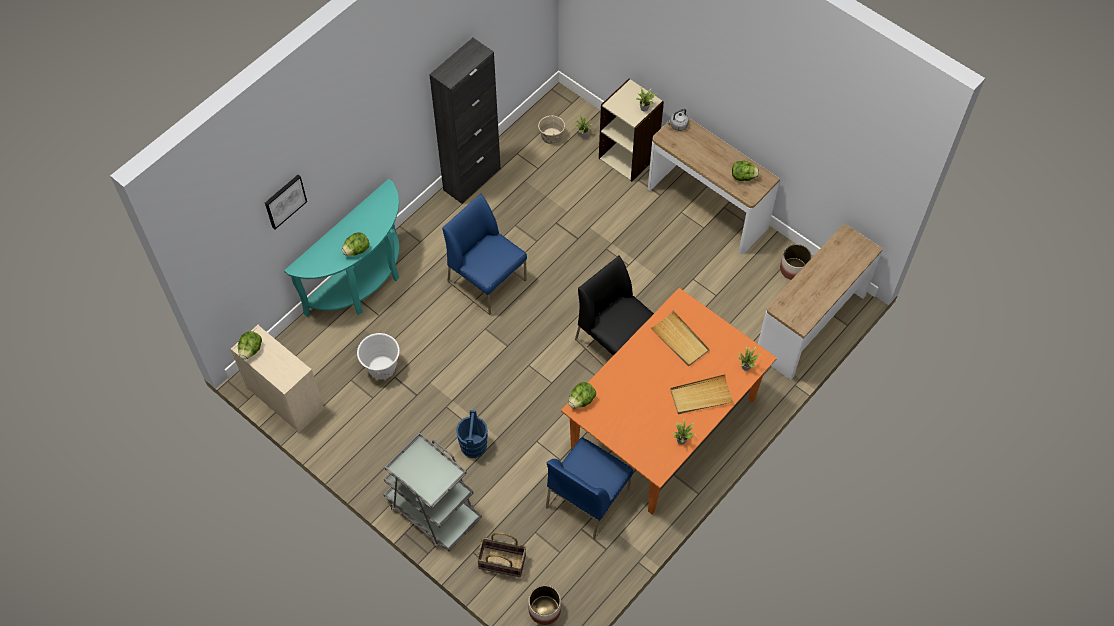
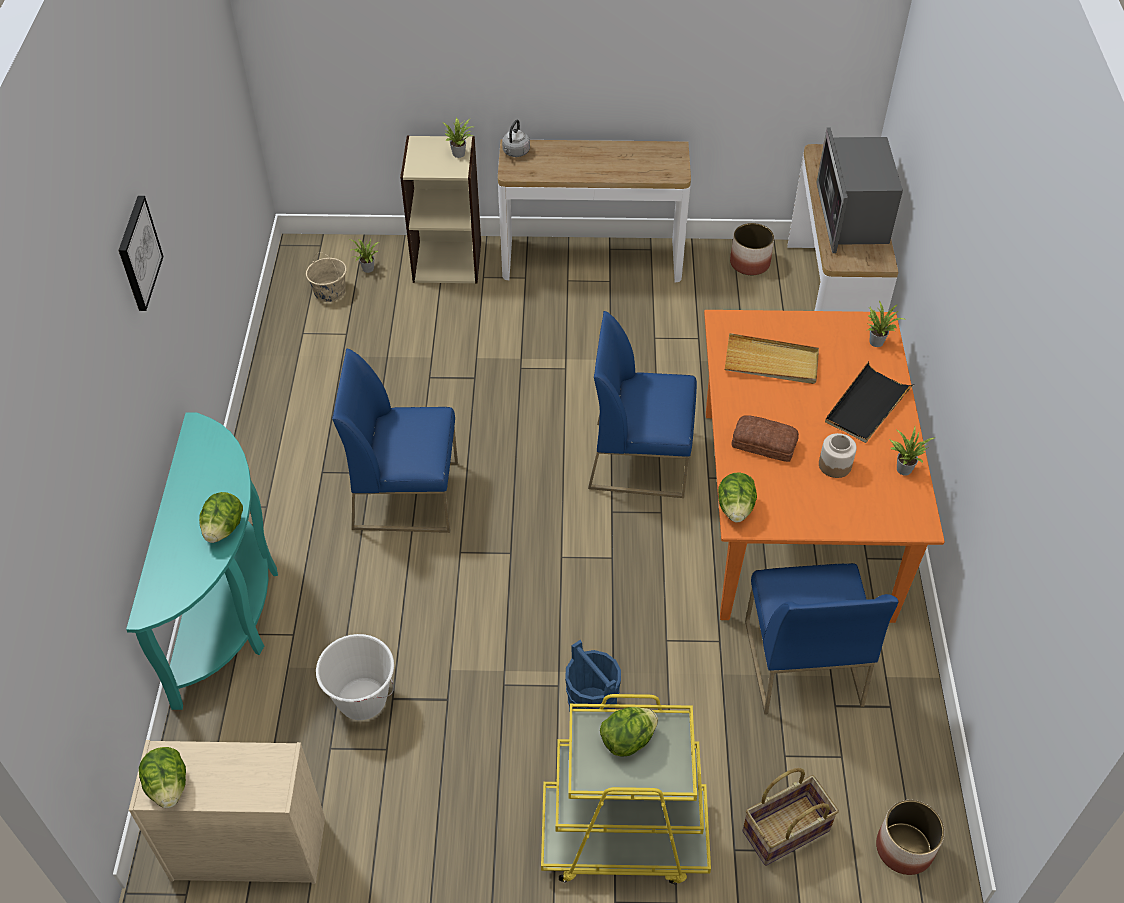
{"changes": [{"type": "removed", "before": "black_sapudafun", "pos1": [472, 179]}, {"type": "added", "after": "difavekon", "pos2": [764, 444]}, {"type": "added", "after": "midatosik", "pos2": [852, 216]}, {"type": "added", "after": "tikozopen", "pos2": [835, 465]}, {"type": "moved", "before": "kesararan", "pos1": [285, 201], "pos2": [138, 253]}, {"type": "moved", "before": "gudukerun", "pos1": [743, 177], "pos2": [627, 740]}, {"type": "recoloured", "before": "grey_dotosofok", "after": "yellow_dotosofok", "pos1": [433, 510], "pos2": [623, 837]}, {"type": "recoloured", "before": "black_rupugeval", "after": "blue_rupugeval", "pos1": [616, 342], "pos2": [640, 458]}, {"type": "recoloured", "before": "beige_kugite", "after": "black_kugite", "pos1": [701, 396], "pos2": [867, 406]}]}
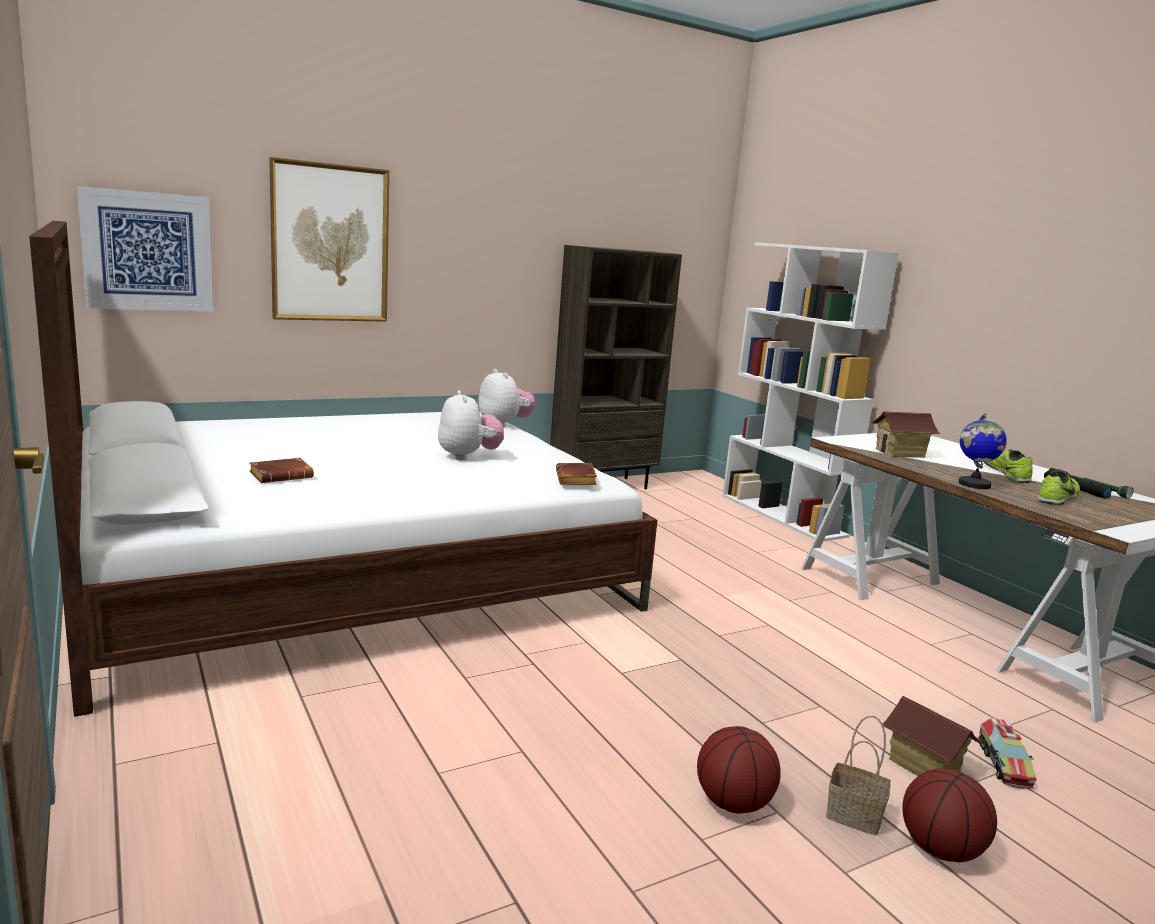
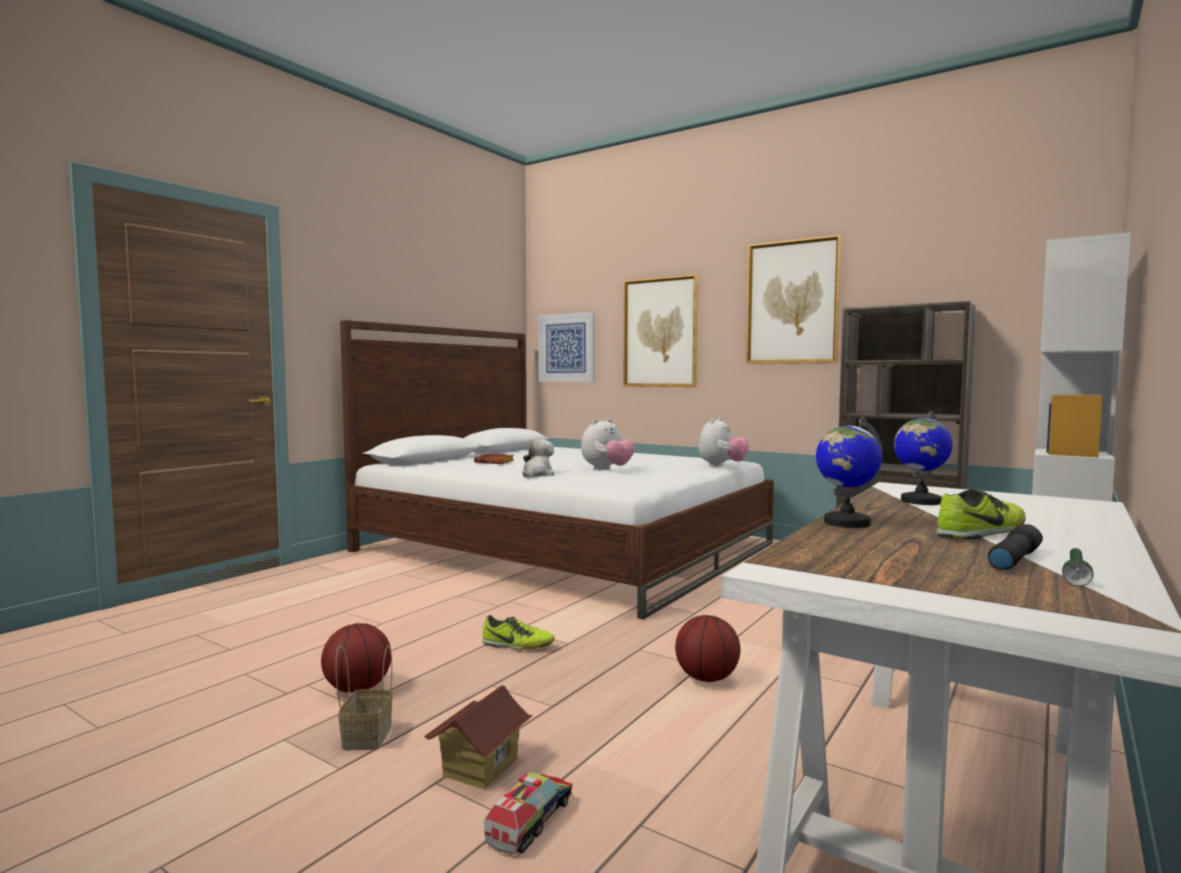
{"changes": [{"type": "removed", "before": "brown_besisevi", "pos1": [577, 480]}, {"type": "added", "after": "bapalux", "pos2": [537, 474]}, {"type": "added", "after": "kesararan", "pos2": [792, 302]}, {"type": "moved", "before": "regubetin", "pos1": [941, 850], "pos2": [707, 679]}, {"type": "moved", "before": "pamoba", "pos1": [1057, 498], "pos2": [517, 646]}, {"type": "replaced", "before": "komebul", "after": "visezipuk", "pos1": [900, 453], "pos2": [920, 501]}, {"type": "turned", "before": "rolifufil", "pos1": [1004, 764], "pos2": [530, 820], "turn": 135}]}
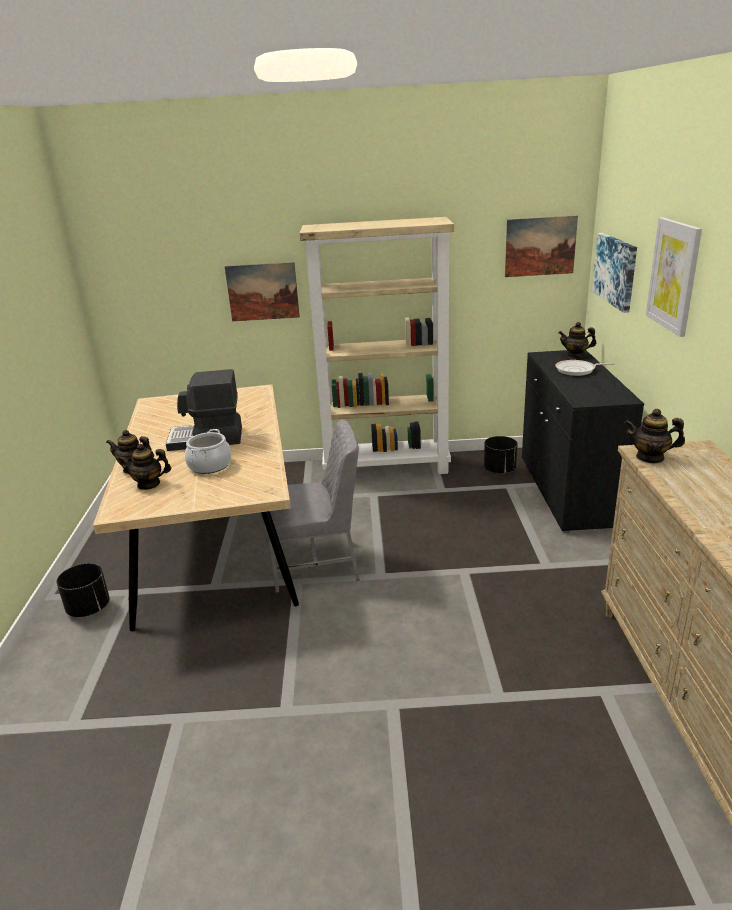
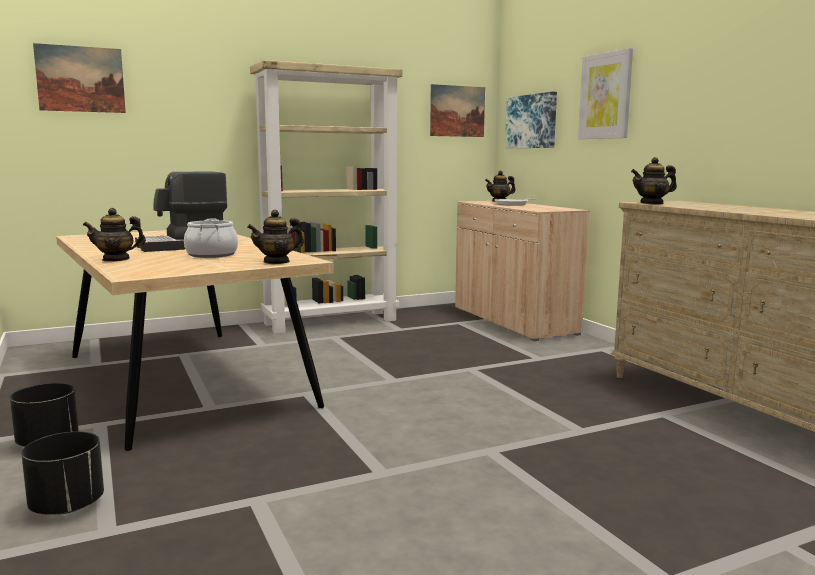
{"changes": [{"type": "removed", "before": "grey_rupugeval", "pos1": [317, 565]}, {"type": "moved", "before": "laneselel", "pos1": [149, 484], "pos2": [277, 262]}, {"type": "moved", "before": "kesararan", "pos1": [262, 292], "pos2": [80, 79]}, {"type": "moved", "before": "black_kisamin", "pos1": [500, 470], "pos2": [68, 506]}, {"type": "recoloured", "before": "black_sapudafun", "after": "beige_sapudafun", "pos1": [568, 491], "pos2": [513, 321]}]}
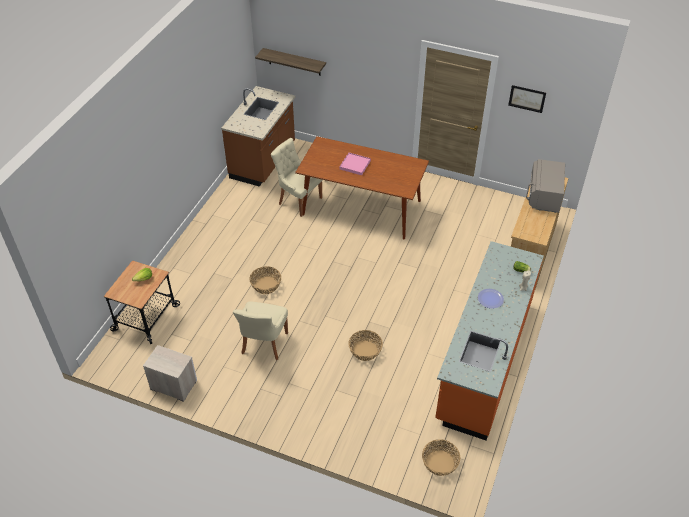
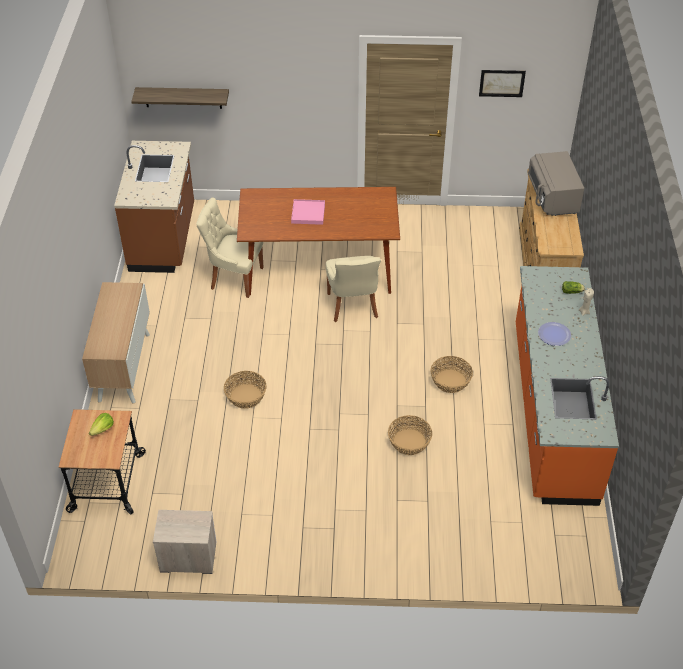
{"changes": [{"type": "added", "after": "sapudafun", "pos2": [123, 366]}, {"type": "moved", "before": "beige_rupugeval", "pos1": [263, 344], "pos2": [353, 307]}, {"type": "moved", "before": "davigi", "pos1": [440, 463], "pos2": [450, 381]}]}
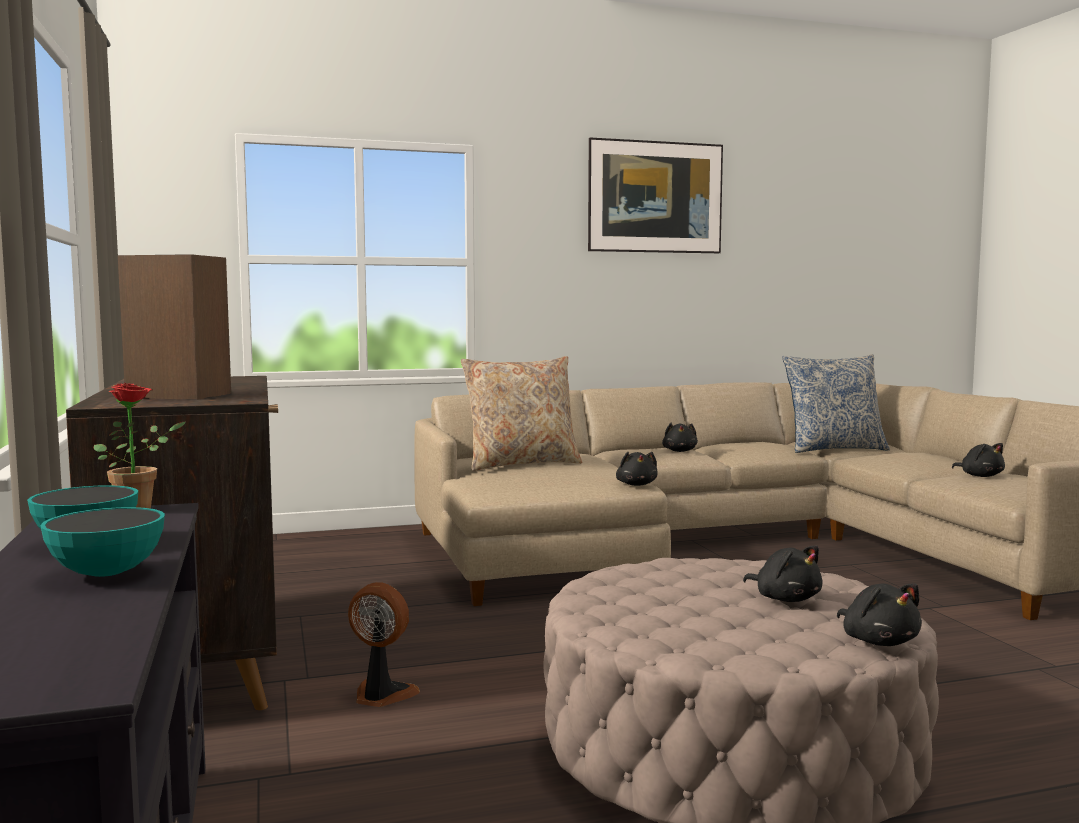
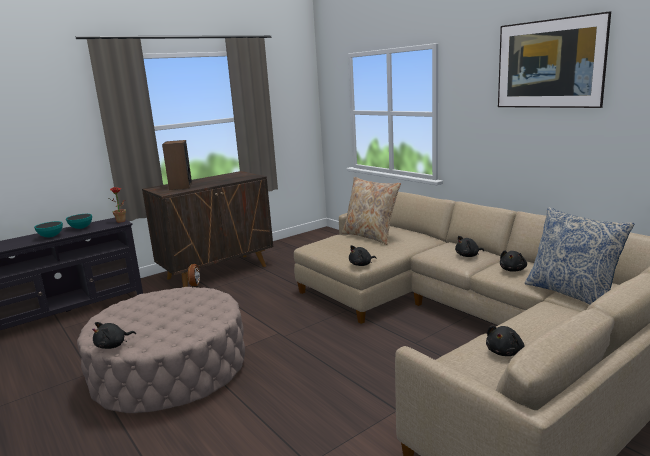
{"changes": [{"type": "moved", "before": "black_bapalux", "pos1": [785, 598], "pos2": [513, 270]}]}
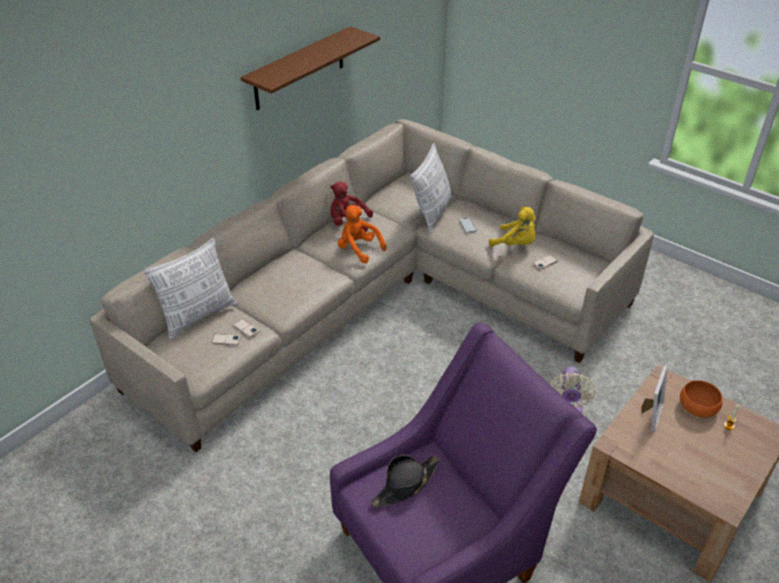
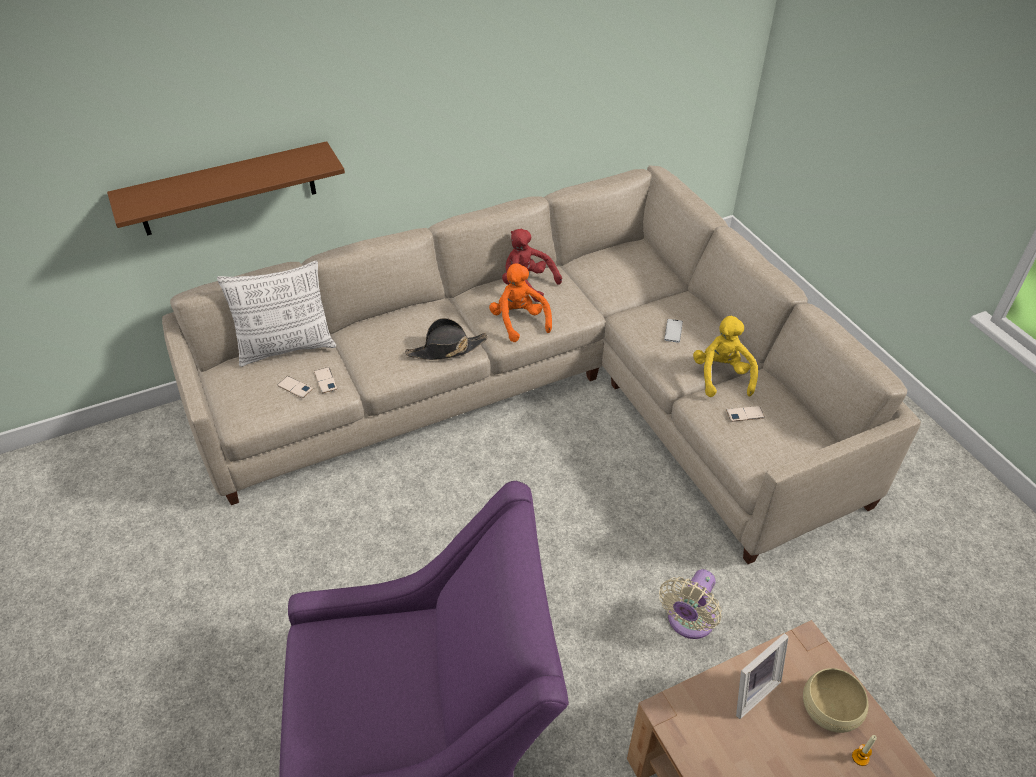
{"changes": [{"type": "removed", "before": "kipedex", "pos1": [432, 213]}, {"type": "moved", "before": "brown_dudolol", "pos1": [299, 69], "pos2": [227, 189]}, {"type": "moved", "before": "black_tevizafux", "pos1": [405, 485], "pos2": [446, 349]}, {"type": "recoloured", "before": "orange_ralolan", "after": "beige_ralolan", "pos1": [697, 407], "pos2": [830, 708]}, {"type": "turned", "before": "yellow_bapalux", "pos1": [515, 244], "pos2": [721, 376], "turn": -150}]}
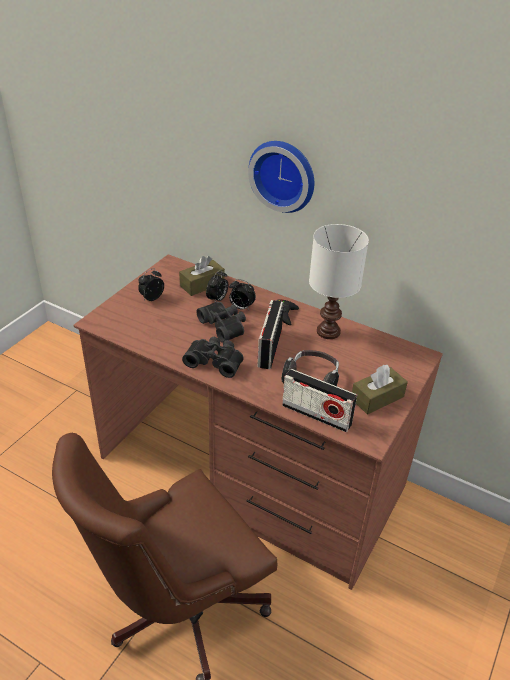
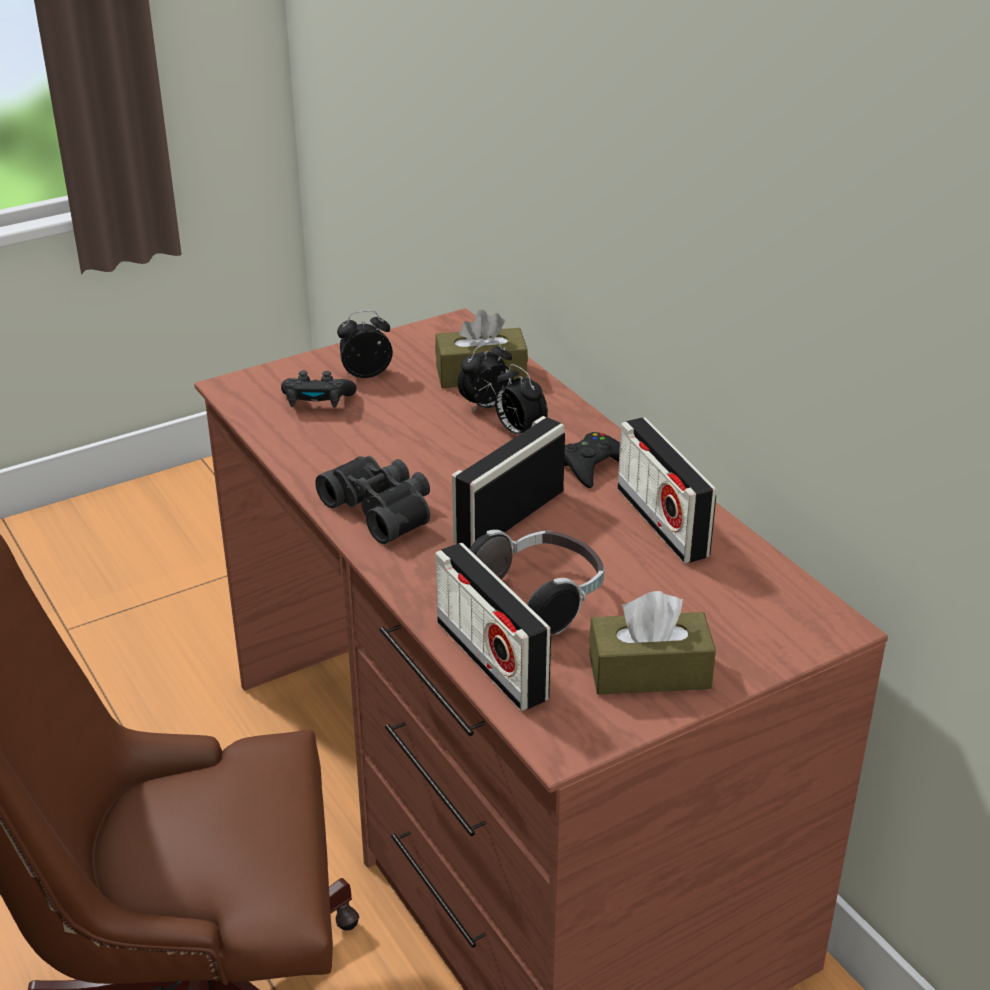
{"changes": [{"type": "removed", "before": "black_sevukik", "pos1": [224, 326]}, {"type": "removed", "before": "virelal", "pos1": [284, 175]}, {"type": "added", "after": "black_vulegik", "pos2": [317, 403]}, {"type": "replaced", "before": "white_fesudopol", "after": "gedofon", "pos1": [329, 331], "pos2": [662, 522]}]}
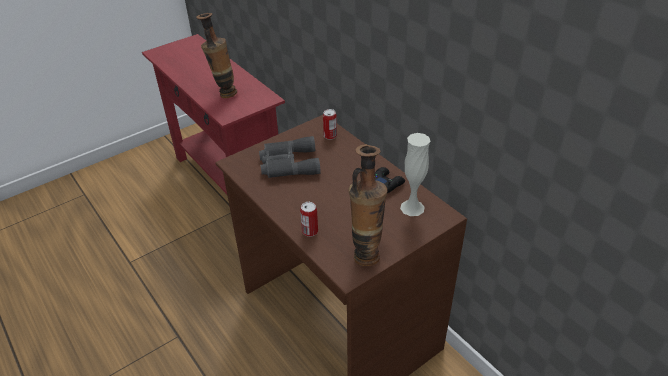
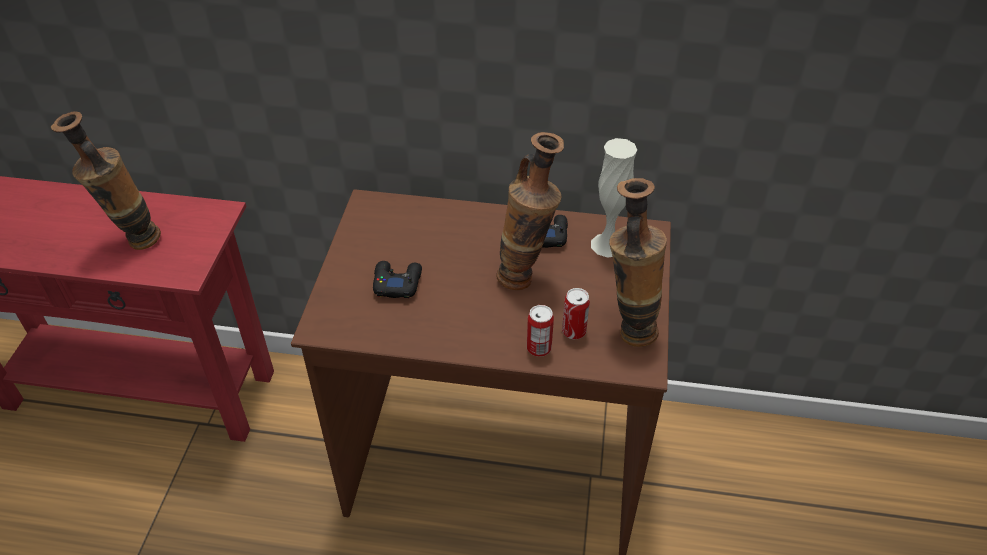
{"changes": [{"type": "added", "after": "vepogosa", "pos2": [526, 277]}, {"type": "moved", "before": "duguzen", "pos1": [330, 136], "pos2": [574, 331]}, {"type": "replaced", "before": "grey_sevukik", "after": "black_vulegik", "pos1": [287, 163], "pos2": [397, 283]}]}
